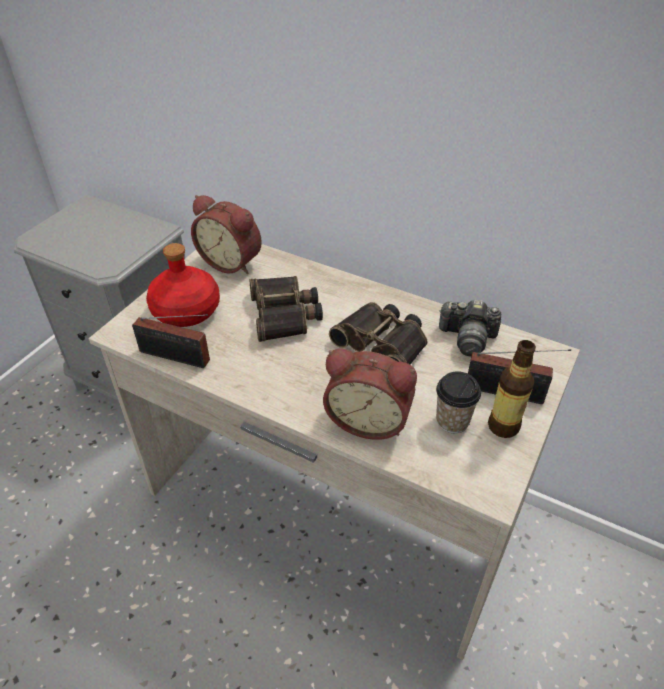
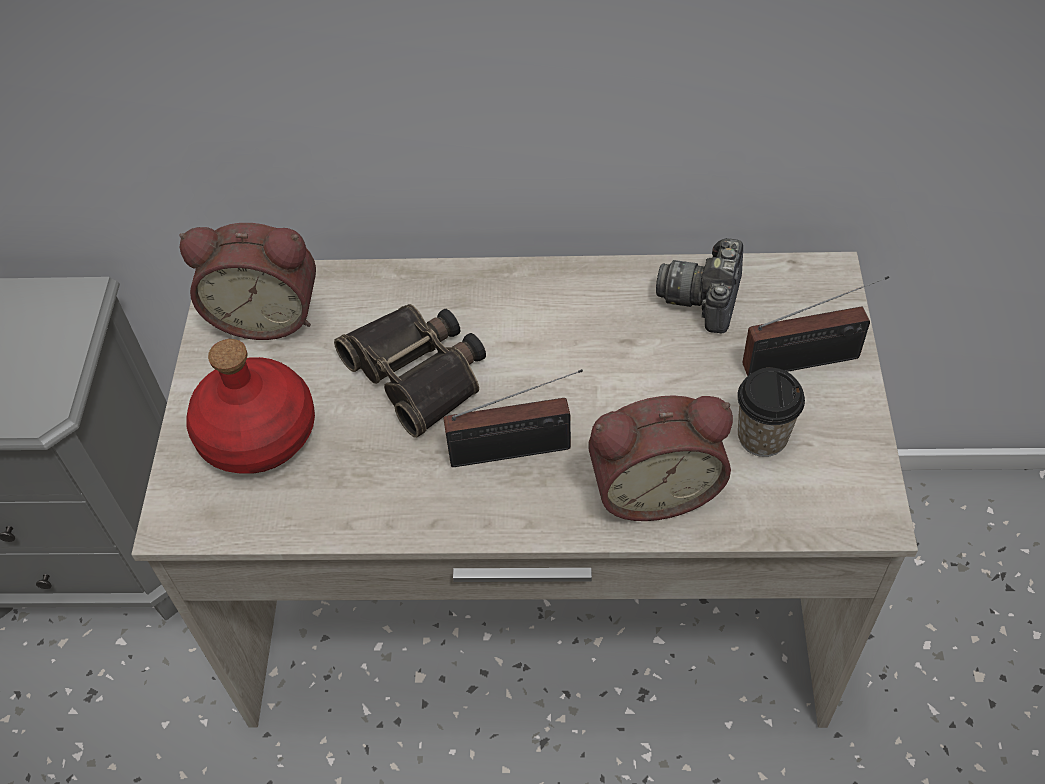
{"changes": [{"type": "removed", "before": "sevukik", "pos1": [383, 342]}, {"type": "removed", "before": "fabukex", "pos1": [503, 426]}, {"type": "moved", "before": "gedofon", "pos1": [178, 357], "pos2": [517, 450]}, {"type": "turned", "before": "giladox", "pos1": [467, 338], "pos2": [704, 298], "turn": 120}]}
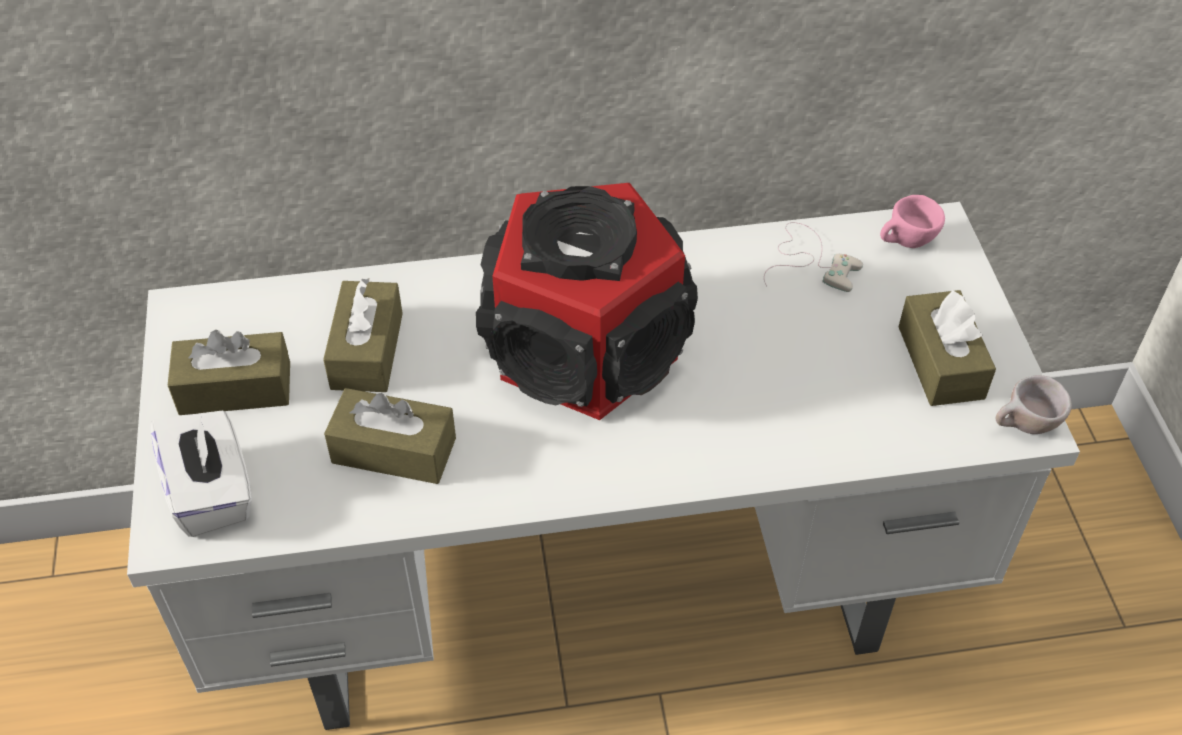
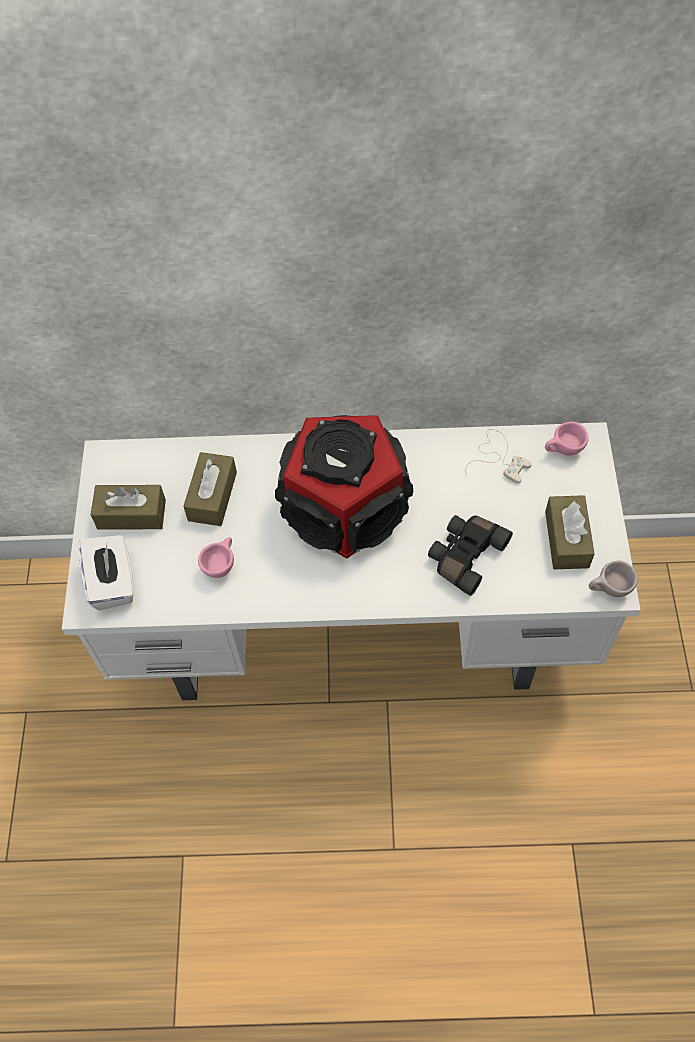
{"changes": [{"type": "added", "after": "black_sevukik", "pos2": [465, 555]}, {"type": "replaced", "before": "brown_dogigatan", "after": "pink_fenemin", "pos1": [394, 450], "pos2": [221, 566]}]}
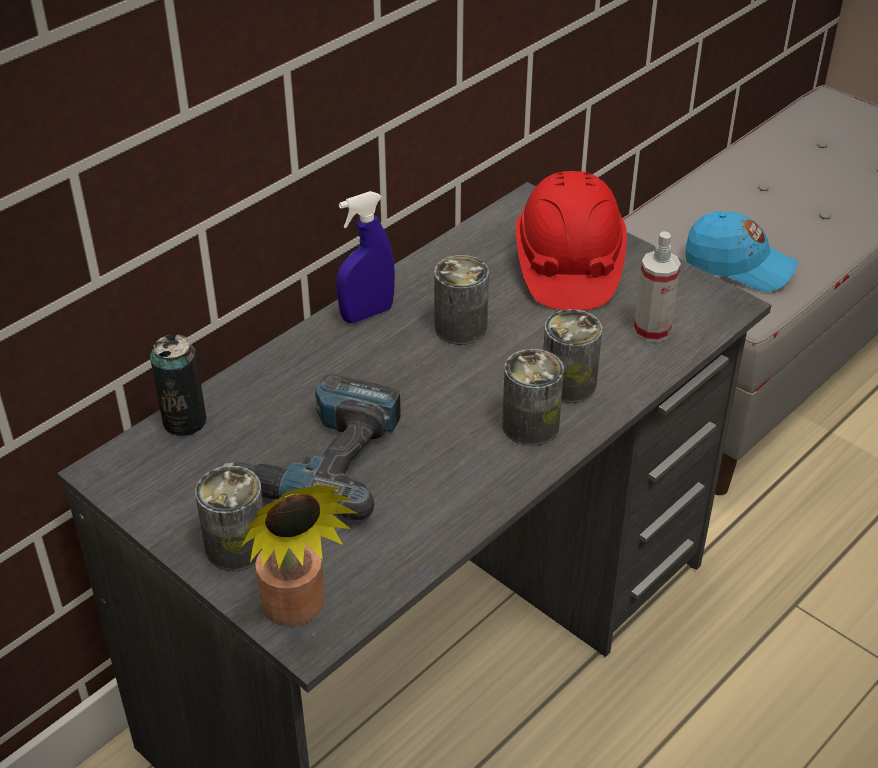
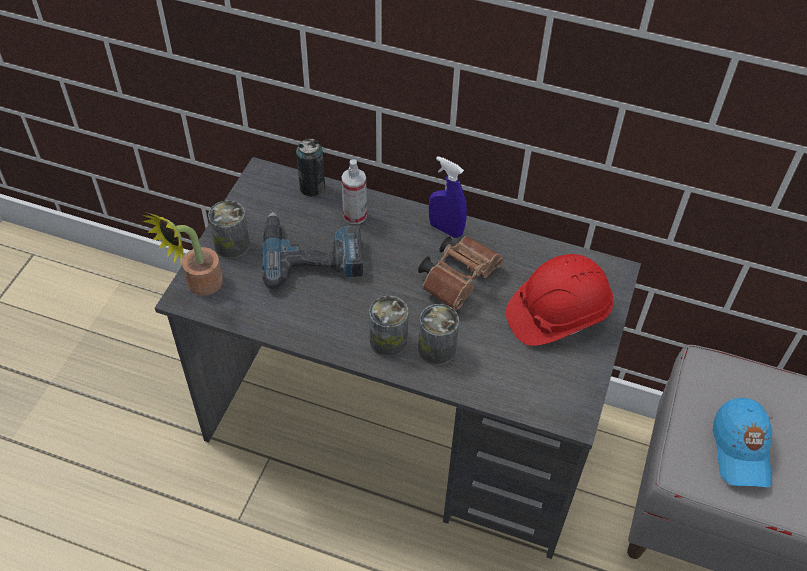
{"changes": [{"type": "moved", "before": "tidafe", "pos1": [651, 330], "pos2": [355, 215]}, {"type": "replaced", "before": "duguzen", "after": "brown_sevukik", "pos1": [460, 327], "pos2": [460, 278]}]}
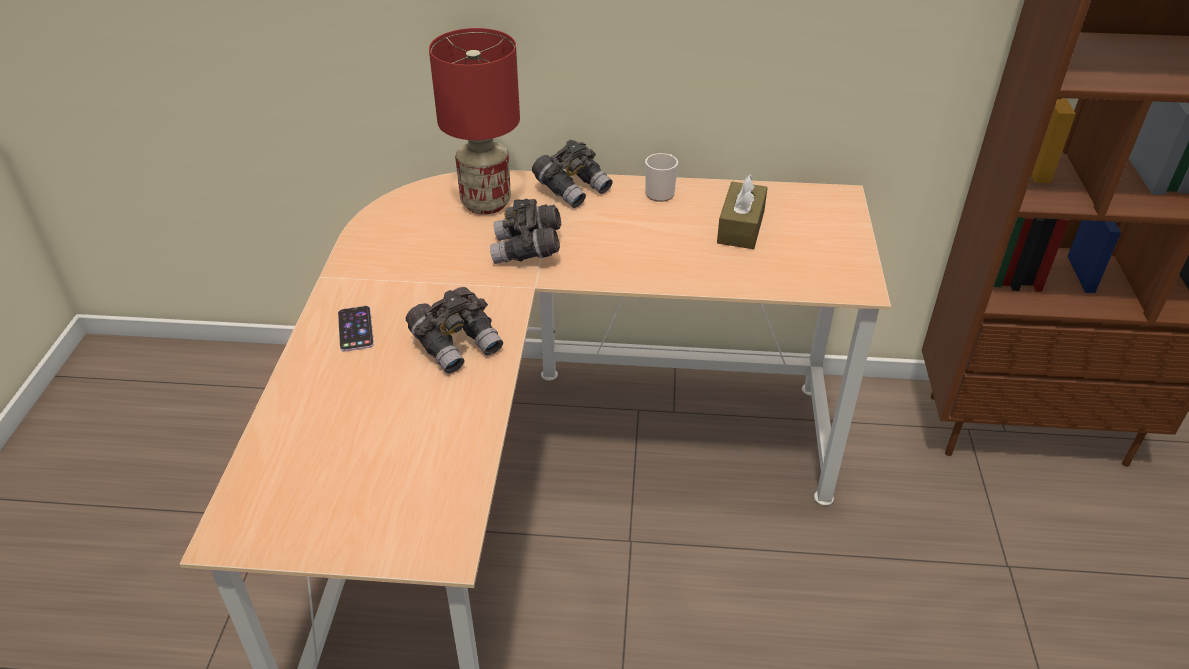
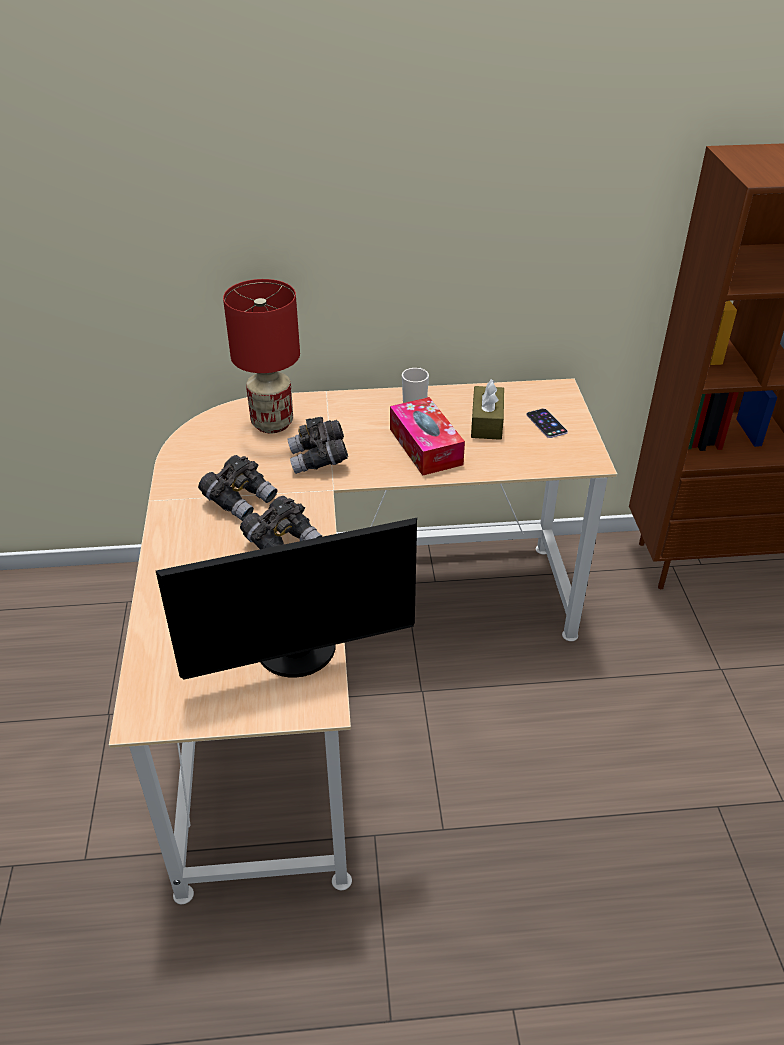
{"changes": [{"type": "added", "after": "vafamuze", "pos2": [298, 653]}, {"type": "added", "after": "dogigatan", "pos2": [425, 446]}, {"type": "moved", "before": "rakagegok", "pos1": [355, 329], "pos2": [546, 423]}, {"type": "moved", "before": "grey_sevukik", "pos1": [573, 189], "pos2": [240, 500]}]}
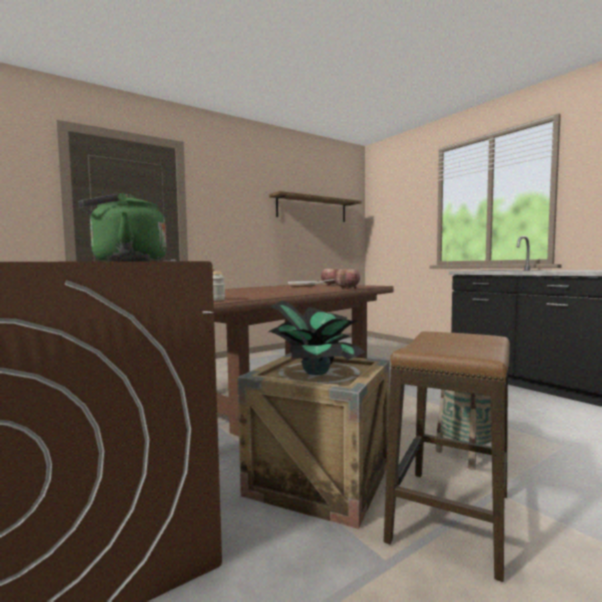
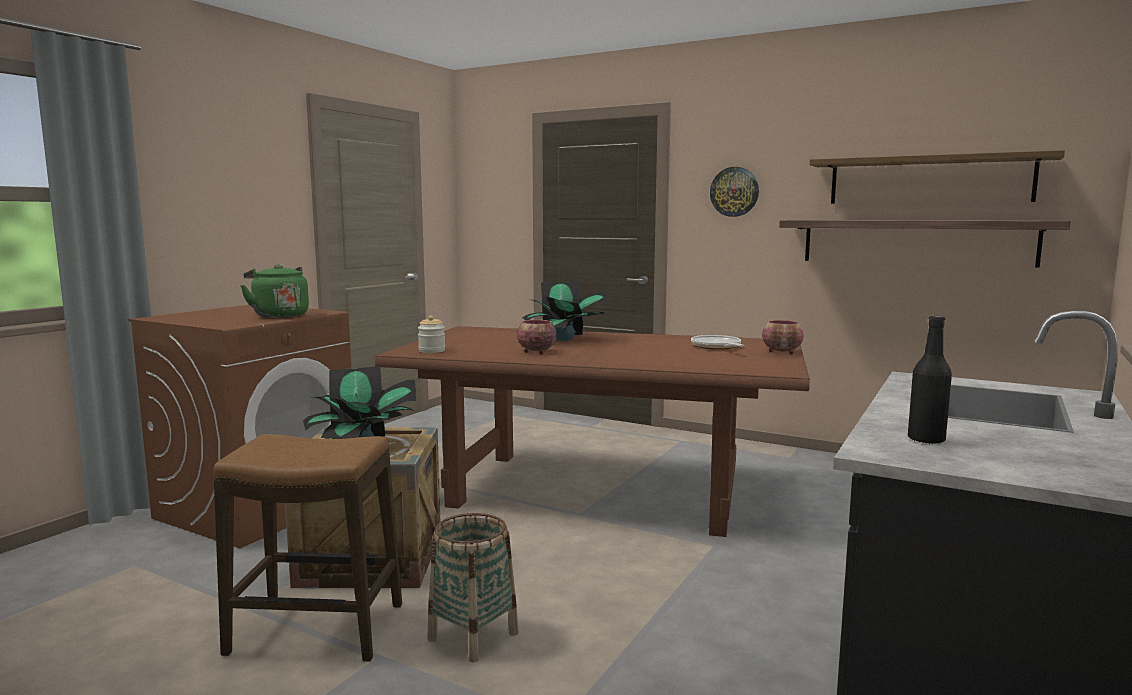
{"changes": [{"type": "added", "after": "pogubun", "pos2": [565, 339]}, {"type": "added", "after": "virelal", "pos2": [734, 191]}, {"type": "added", "after": "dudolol", "pos2": [916, 242]}, {"type": "added", "after": "black_fabukex", "pos2": [926, 440]}, {"type": "moved", "before": "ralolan", "pos1": [347, 288], "pos2": [536, 352]}]}
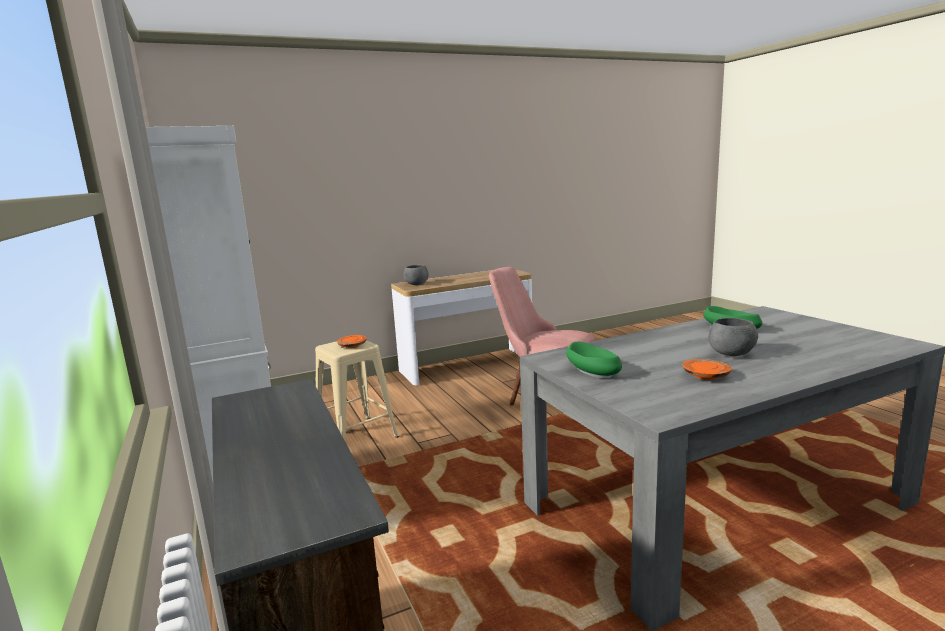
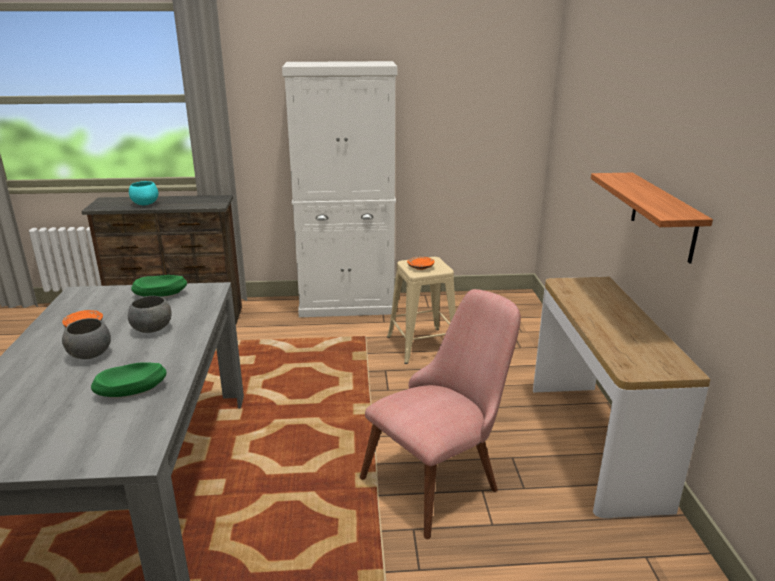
{"changes": [{"type": "added", "after": "turquoise_ralolan", "pos2": [145, 204]}, {"type": "added", "after": "dudolol", "pos2": [663, 216]}, {"type": "moved", "before": "grey_ralolan", "pos1": [417, 284], "pos2": [153, 329]}]}
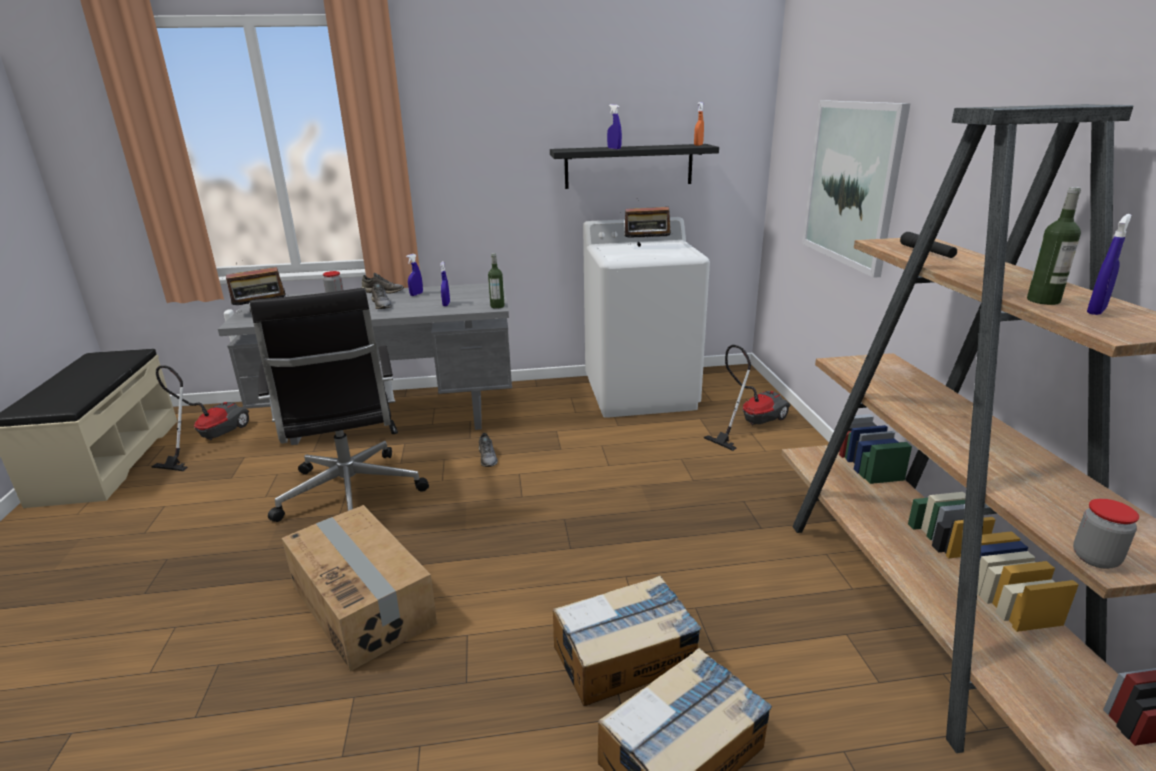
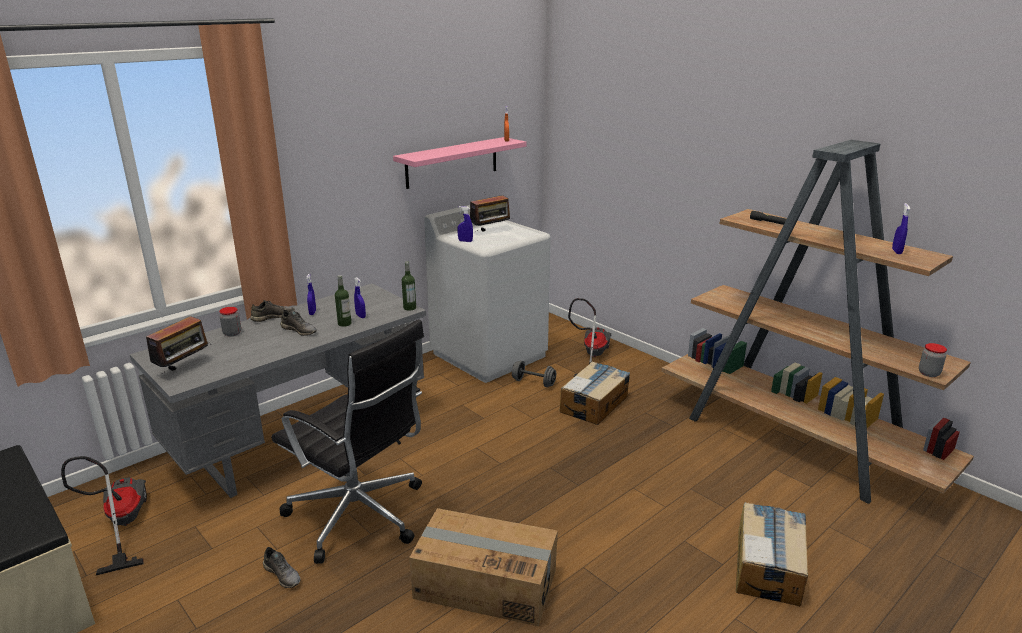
{"changes": [{"type": "removed", "before": "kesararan", "pos1": [851, 183]}, {"type": "added", "after": "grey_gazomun", "pos2": [533, 382]}, {"type": "moved", "before": "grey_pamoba", "pos1": [488, 458], "pos2": [283, 574]}, {"type": "moved", "before": "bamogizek", "pos1": [625, 656], "pos2": [594, 403]}, {"type": "moved", "before": "blue_tidafe", "pos1": [614, 149], "pos2": [465, 241]}, {"type": "moved", "before": "fabukex", "pos1": [1043, 300], "pos2": [344, 323]}, {"type": "recoloured", "before": "black_dudolol", "after": "pink_dudolol", "pos1": [628, 166], "pos2": [452, 162]}]}
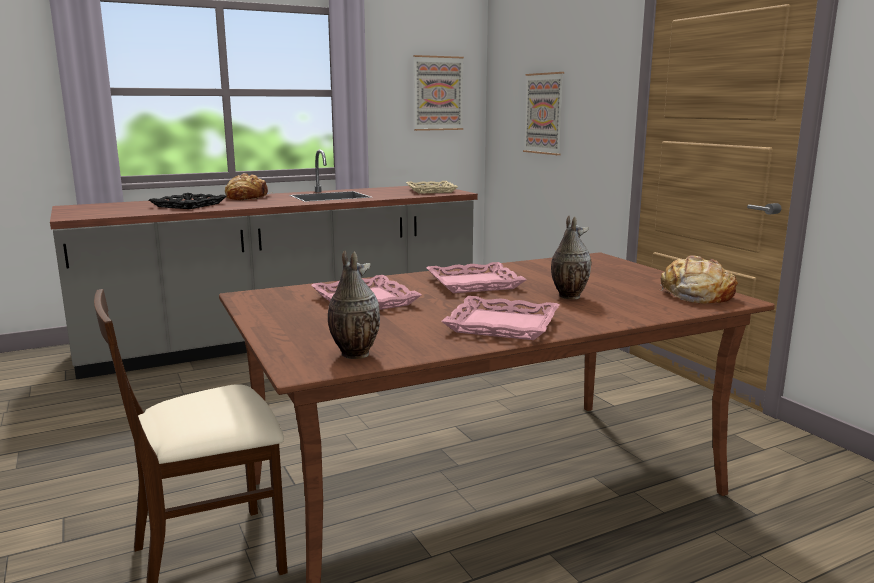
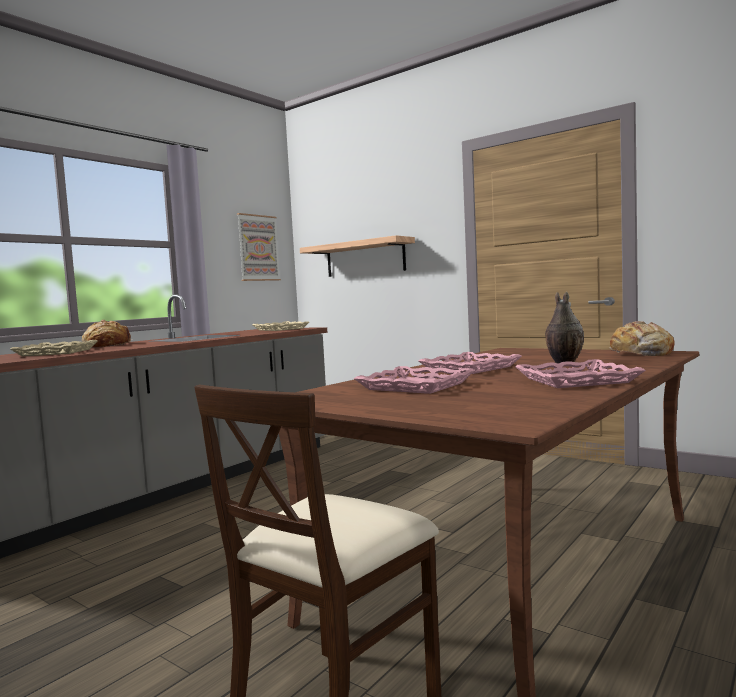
{"changes": [{"type": "removed", "before": "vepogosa", "pos1": [353, 354]}, {"type": "replaced", "before": "kesararan", "after": "dudolol", "pos1": [544, 113], "pos2": [365, 258]}, {"type": "recoloured", "before": "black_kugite", "after": "beige_kugite", "pos1": [189, 205], "pos2": [57, 352]}]}
